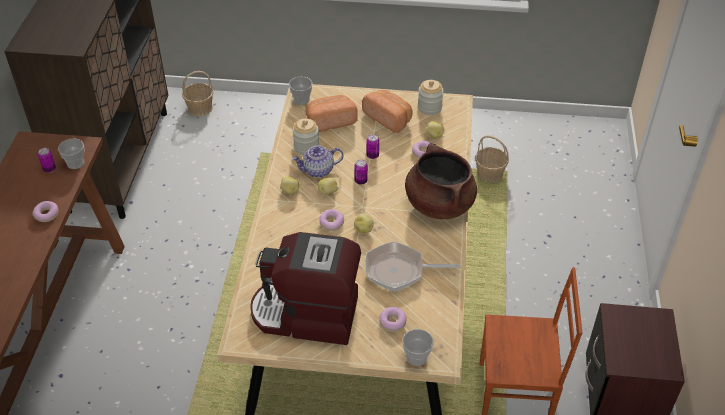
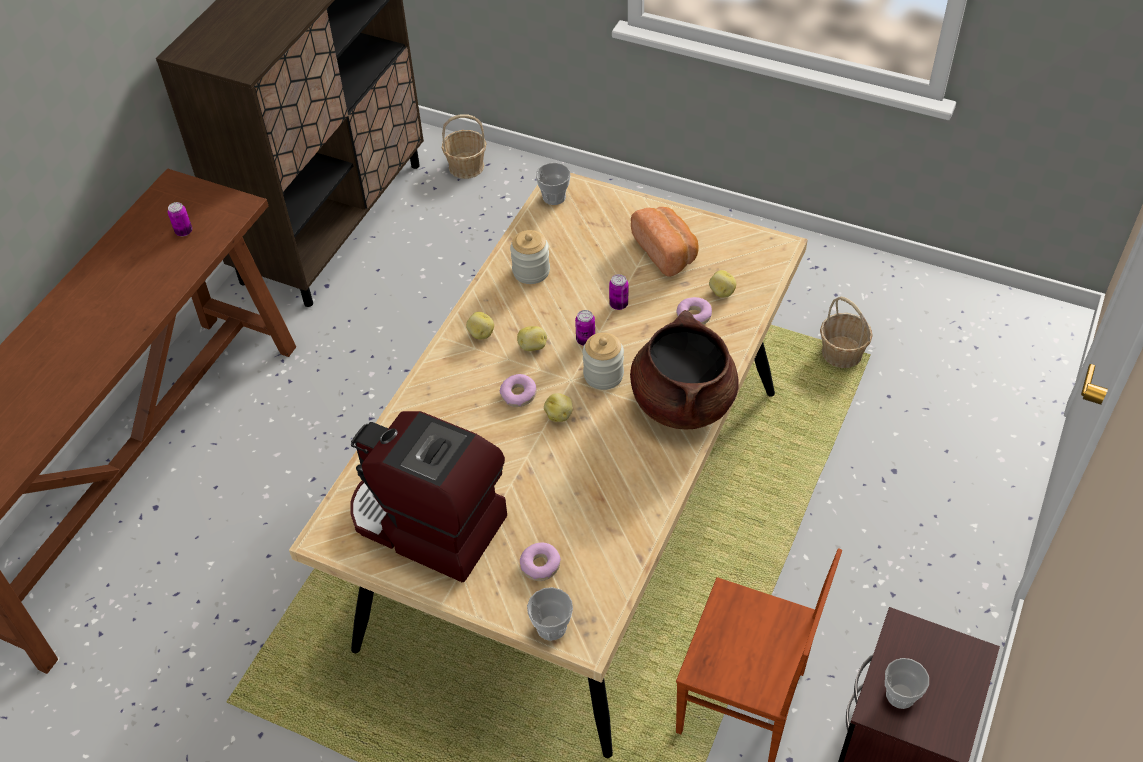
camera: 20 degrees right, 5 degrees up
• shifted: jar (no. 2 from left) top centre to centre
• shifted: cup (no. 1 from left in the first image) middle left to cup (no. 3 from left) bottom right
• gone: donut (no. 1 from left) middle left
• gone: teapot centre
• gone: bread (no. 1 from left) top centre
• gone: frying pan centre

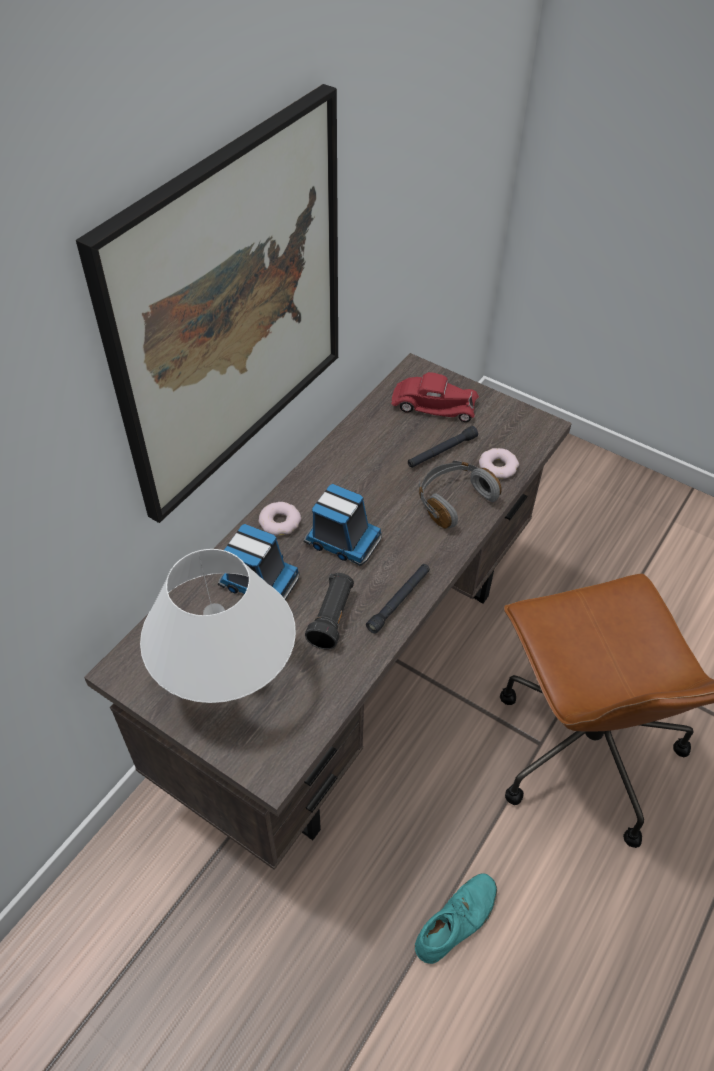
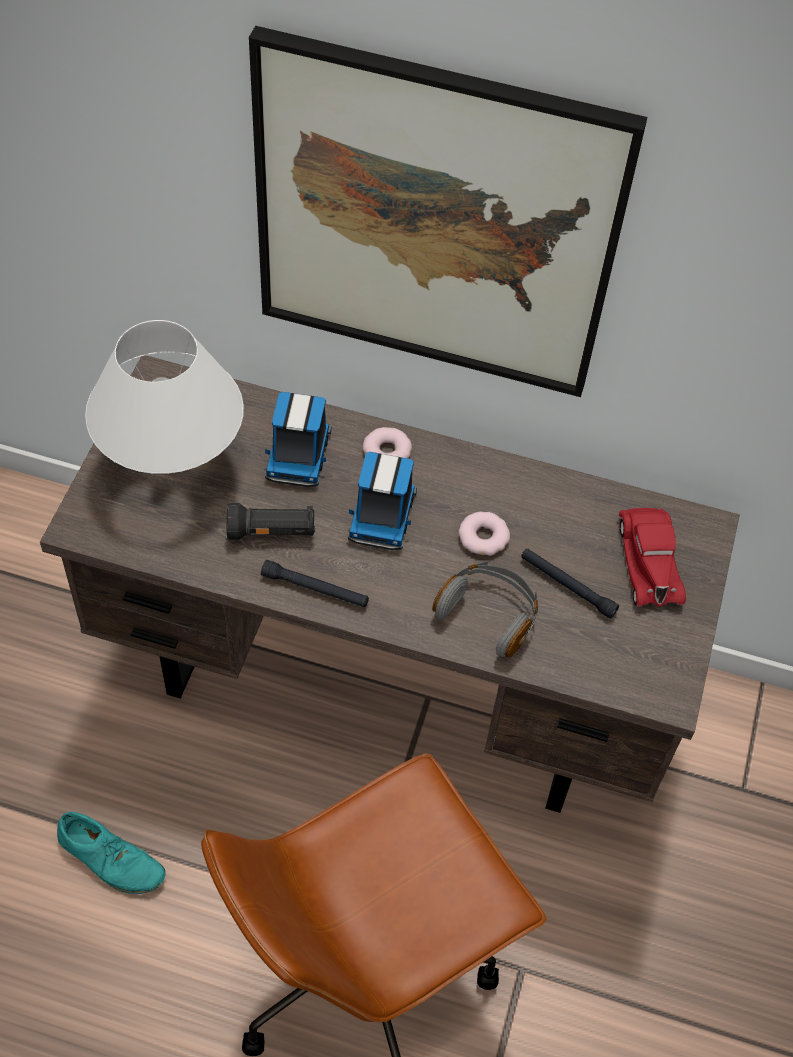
camera: 70 degrees right, 5 degrees up
• shifted: donut (no. 2 from left) middle right to centre

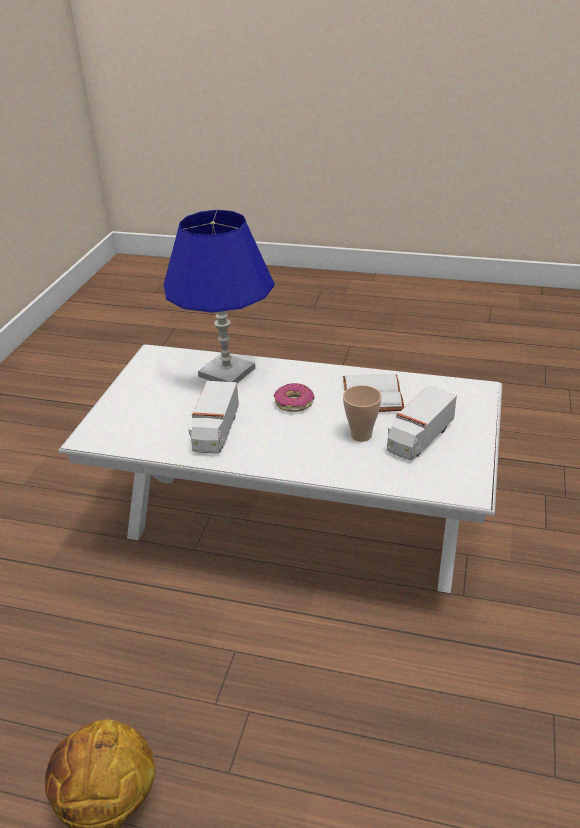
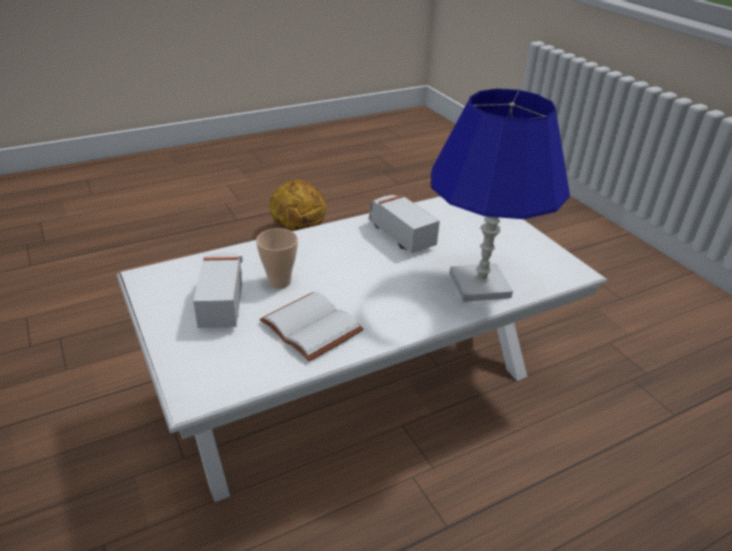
camera: 135 degrees right, 0 degrees up
• gone: donut centre

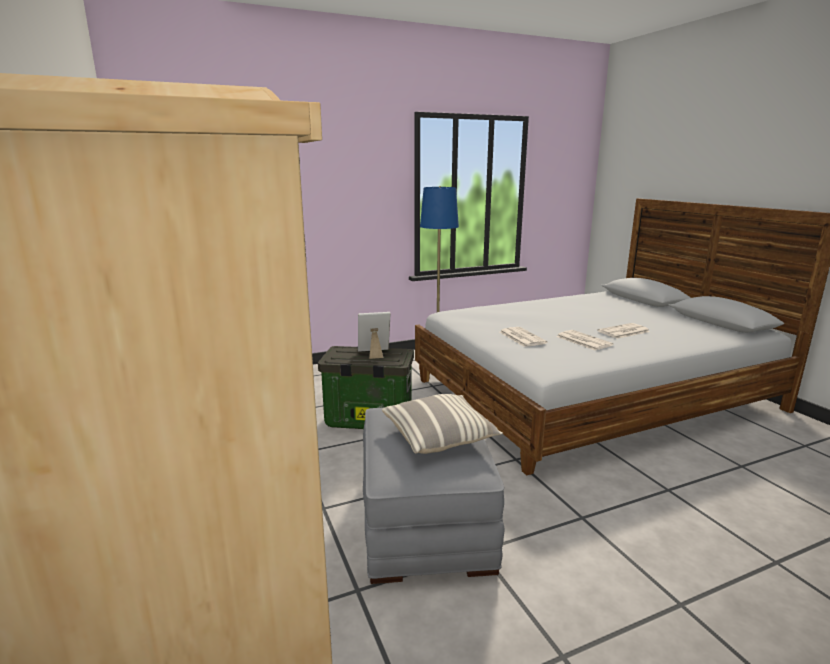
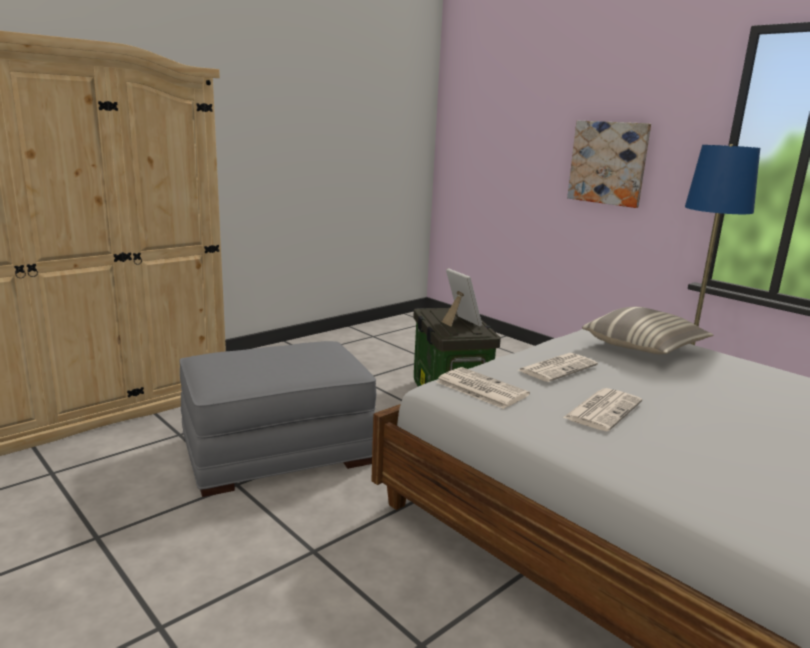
camera: 70 degrees right, 0 degrees up
• shifted: newspaper (no. 3 from left in the first image) middle right to newspaper (no. 1 from left) centre
• new: picture top right
• shifted: pillow centre to middle right

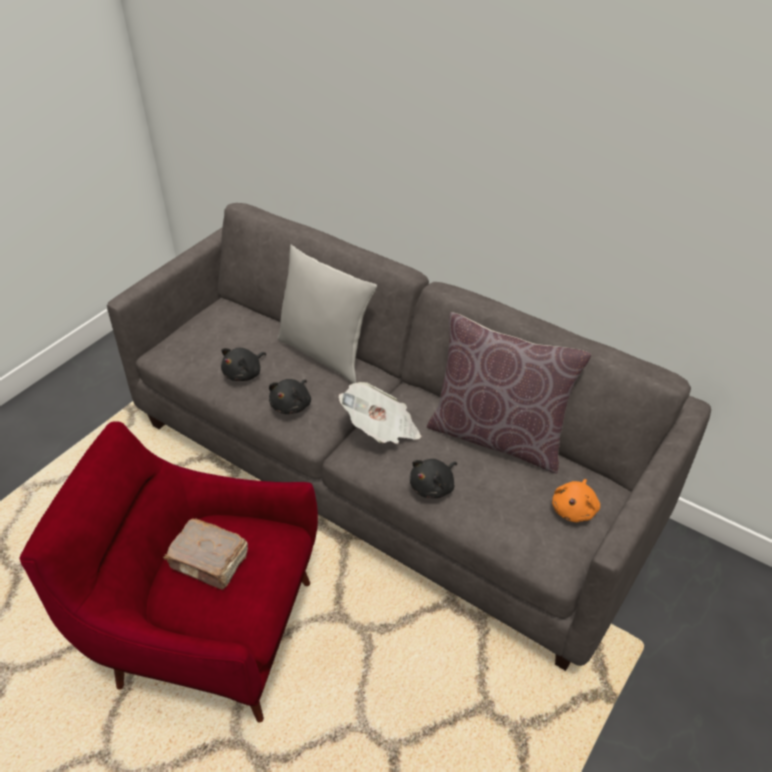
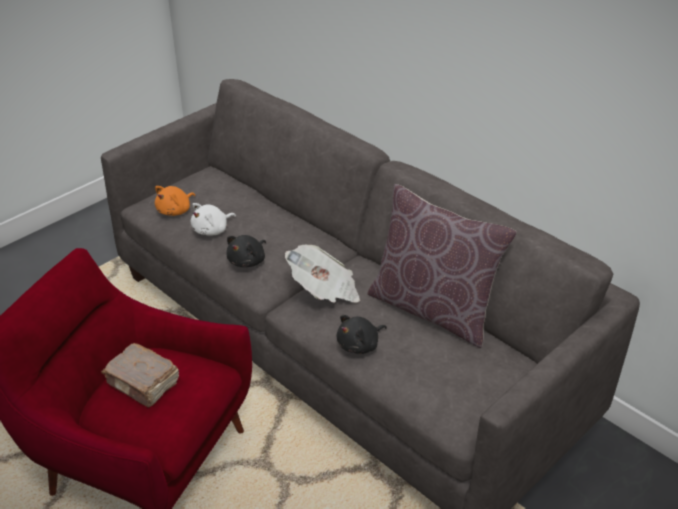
camera: 10 degrees right, 5 degrees down
• shifted: orange plush toy middle right to middle left
• repainted: black plush toy (no. 1 from left) middle left to white plush toy middle left
• gone: grey pillow centre

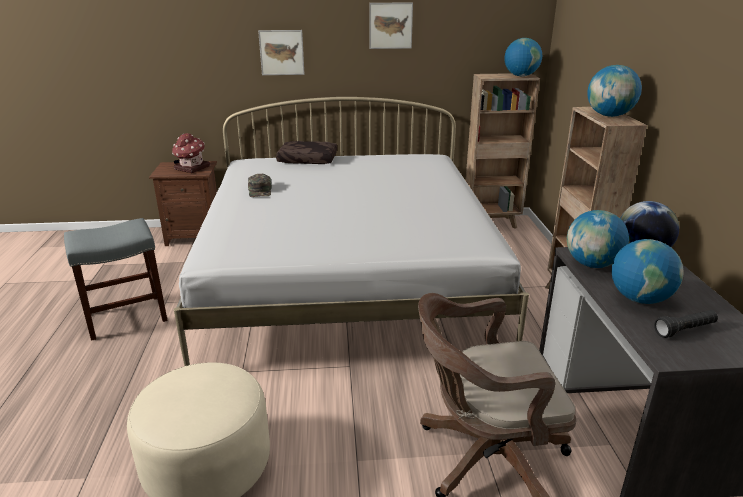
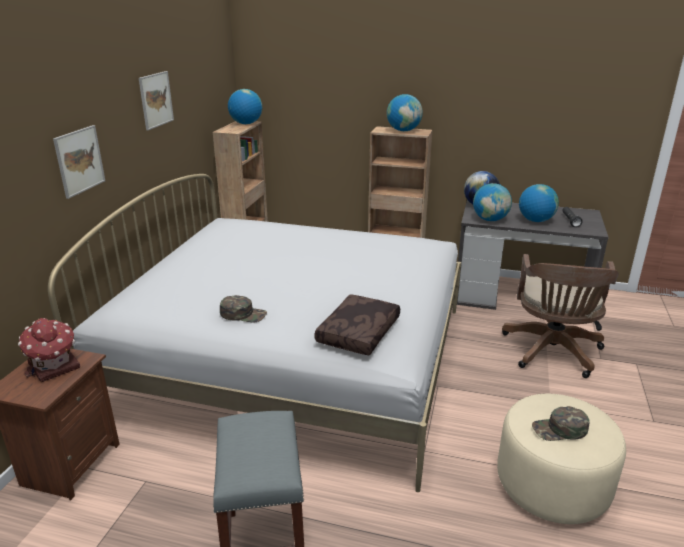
camera: 70 degrees left, 0 degrees up
• shifted: brown pillow top centre to centre
• new: green cap (no. 2 from left) bottom right

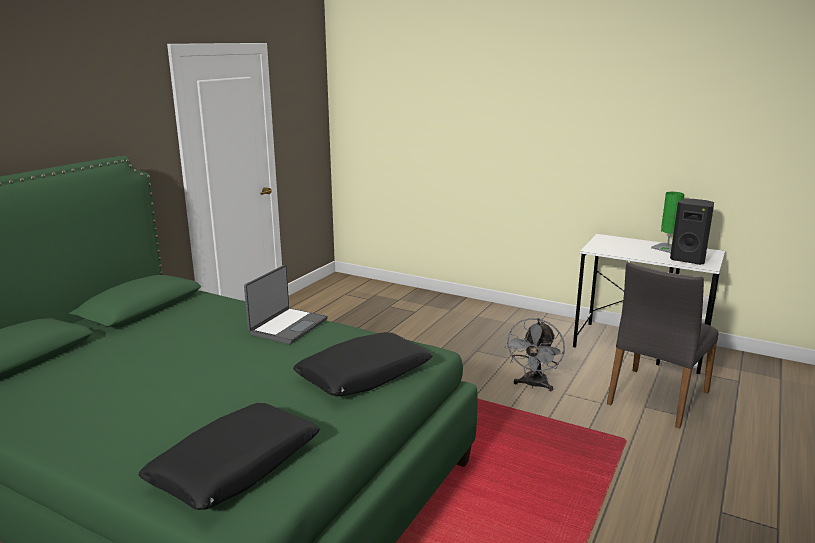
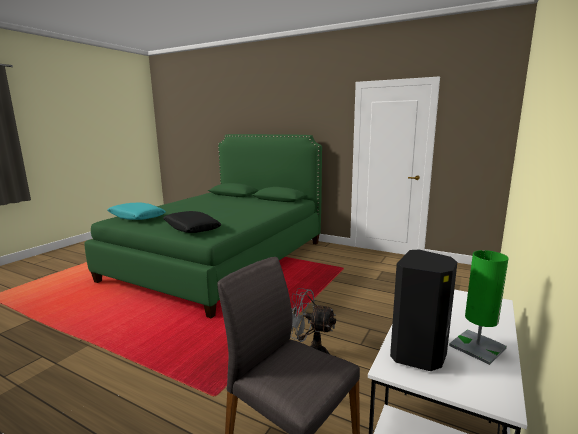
camera: 90 degrees right, 5 degrees down
• repainted: black pillow (no. 1 from left) bottom left to turquoise pillow middle left
• gone: laptop centre

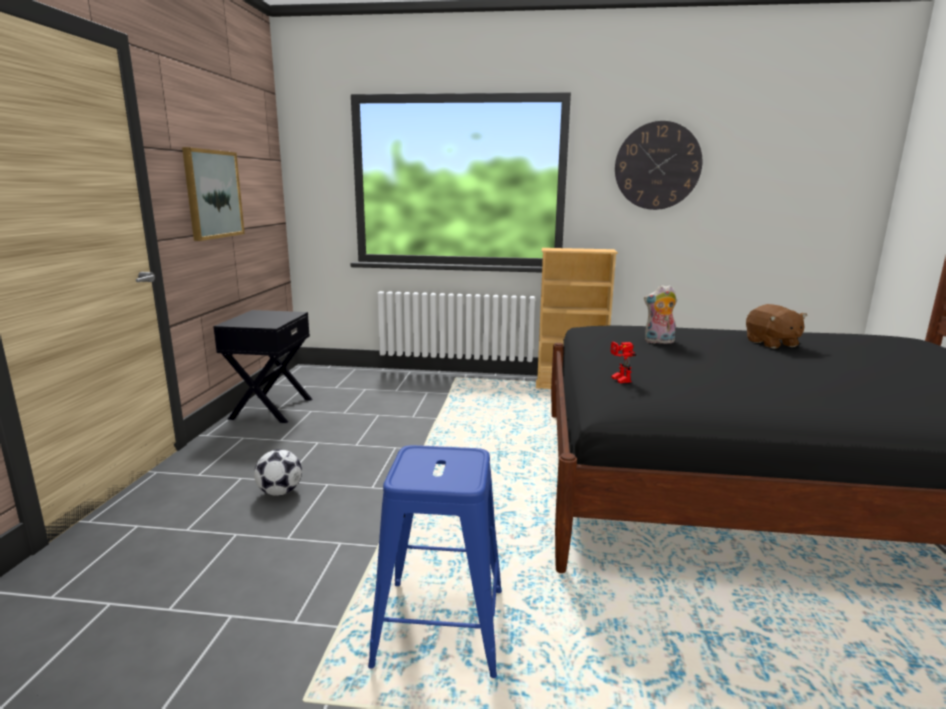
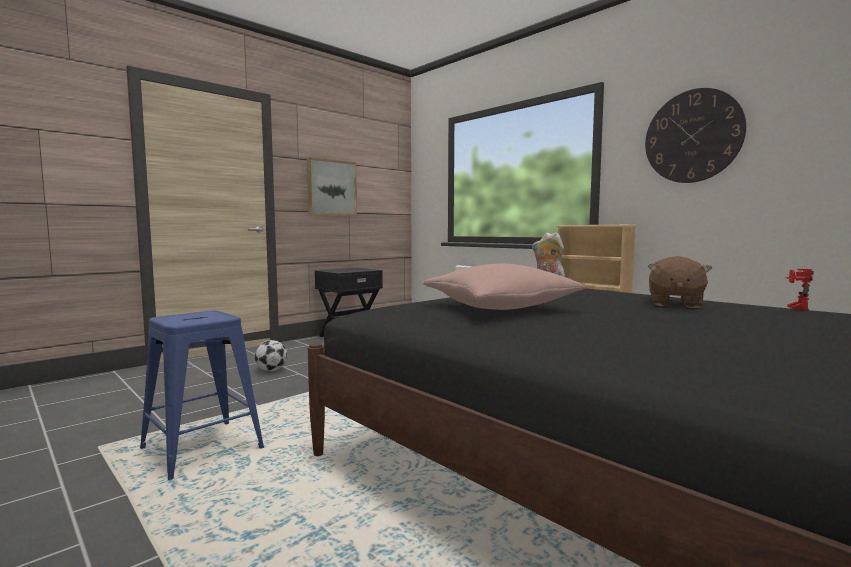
camera: 40 degrees right, 10 degrees down
• new: pink pillow centre
• shifted: toy robot centre to middle right

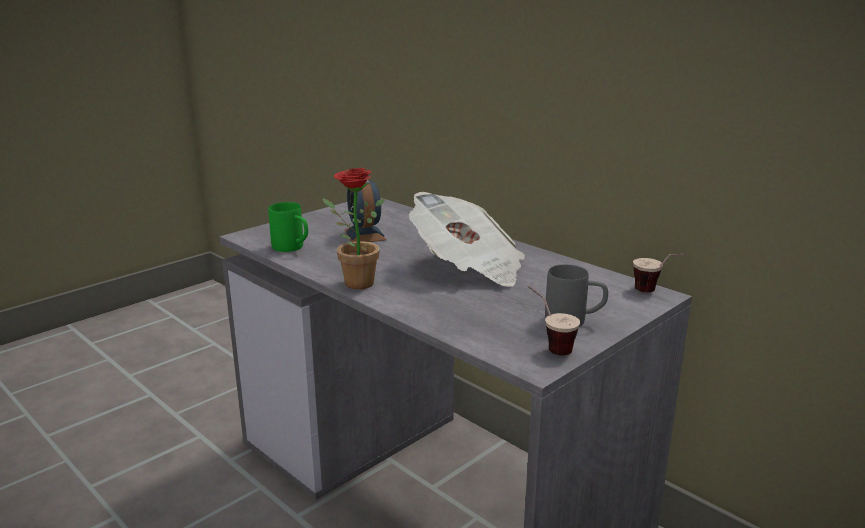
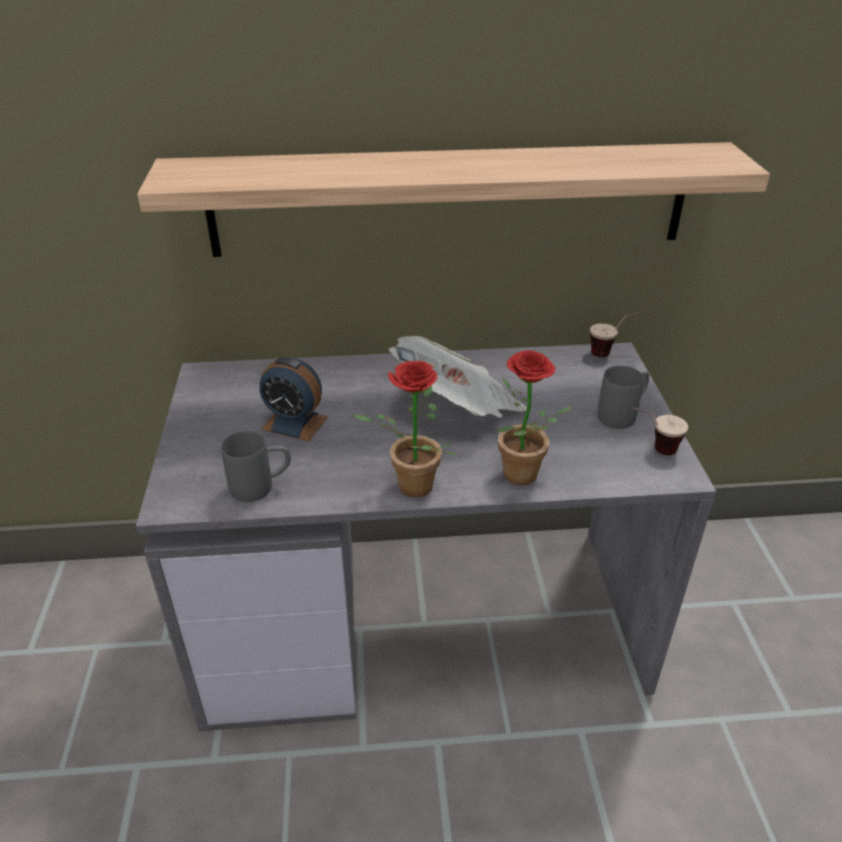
camera: 50 degrees left, 15 degrees up
• new: shelf top centre
• repainted: green mug middle left to grey mug (no. 1 from left) middle left
• new: potted plant (no. 2 from left) centre

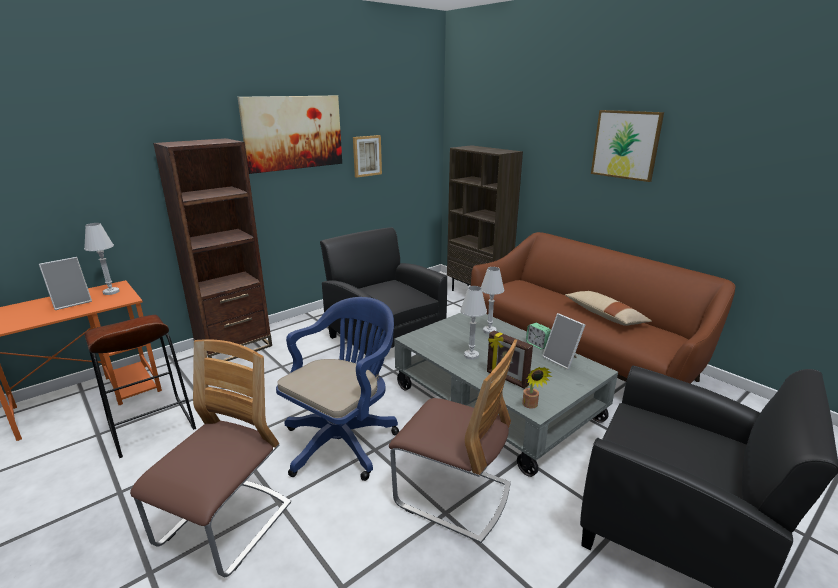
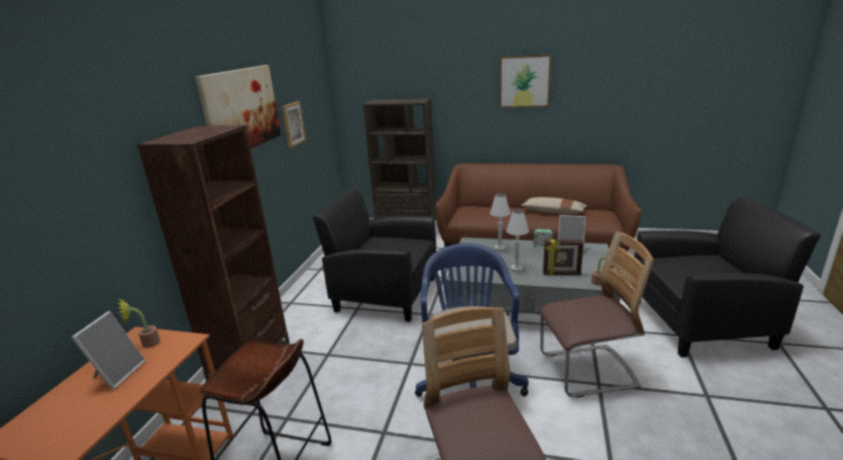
camera: 35 degrees left, 0 degrees up
• swapped: white table lamp (no. 1 from left) middle left to potted plant (no. 1 from left) bottom left

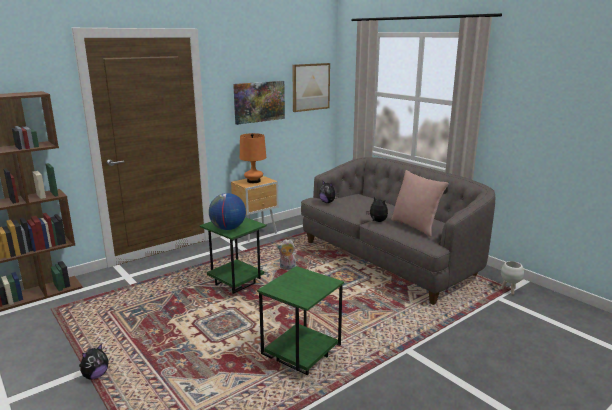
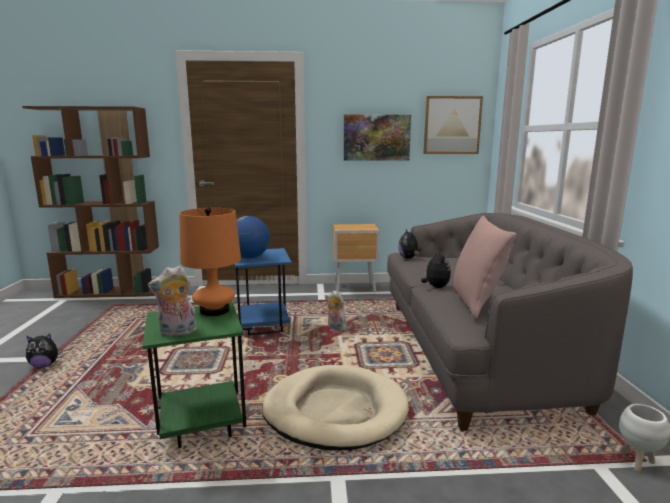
camera: 35 degrees right, 5 degrees down
• new: plush toy (no. 2 from left) middle left
• shifted: orange table lamp centre to middle left
• repainted: green side table (no. 1 from left) centre to blue side table centre
• new: beige dog bed bottom centre

